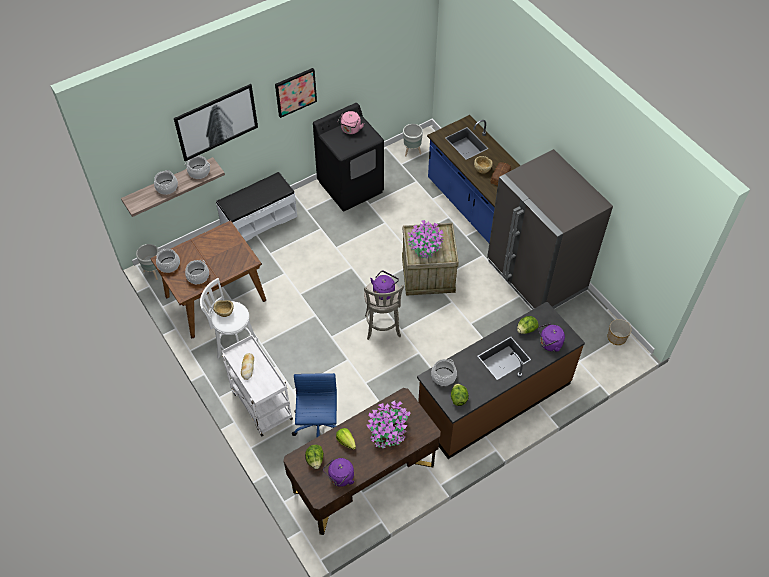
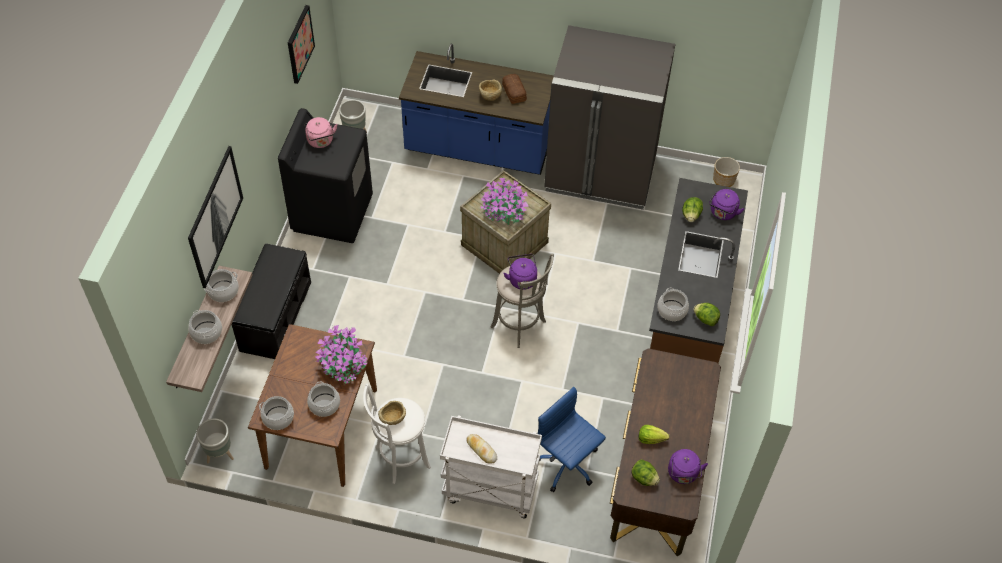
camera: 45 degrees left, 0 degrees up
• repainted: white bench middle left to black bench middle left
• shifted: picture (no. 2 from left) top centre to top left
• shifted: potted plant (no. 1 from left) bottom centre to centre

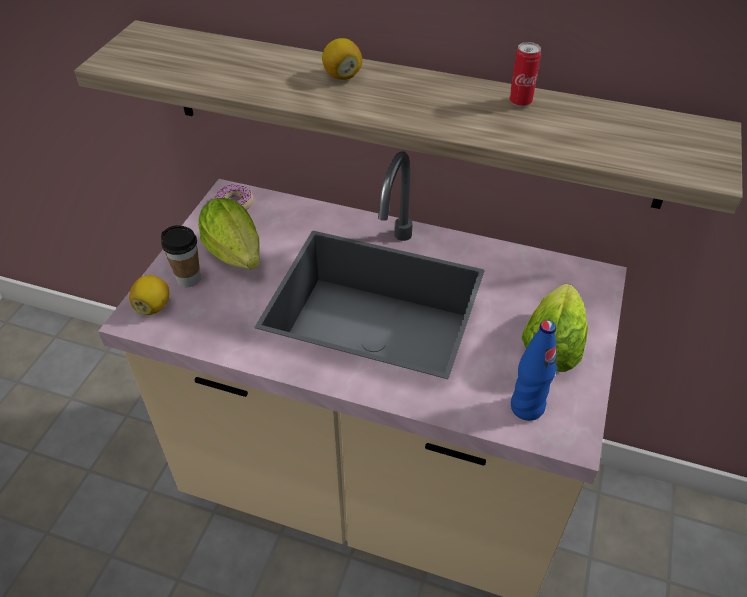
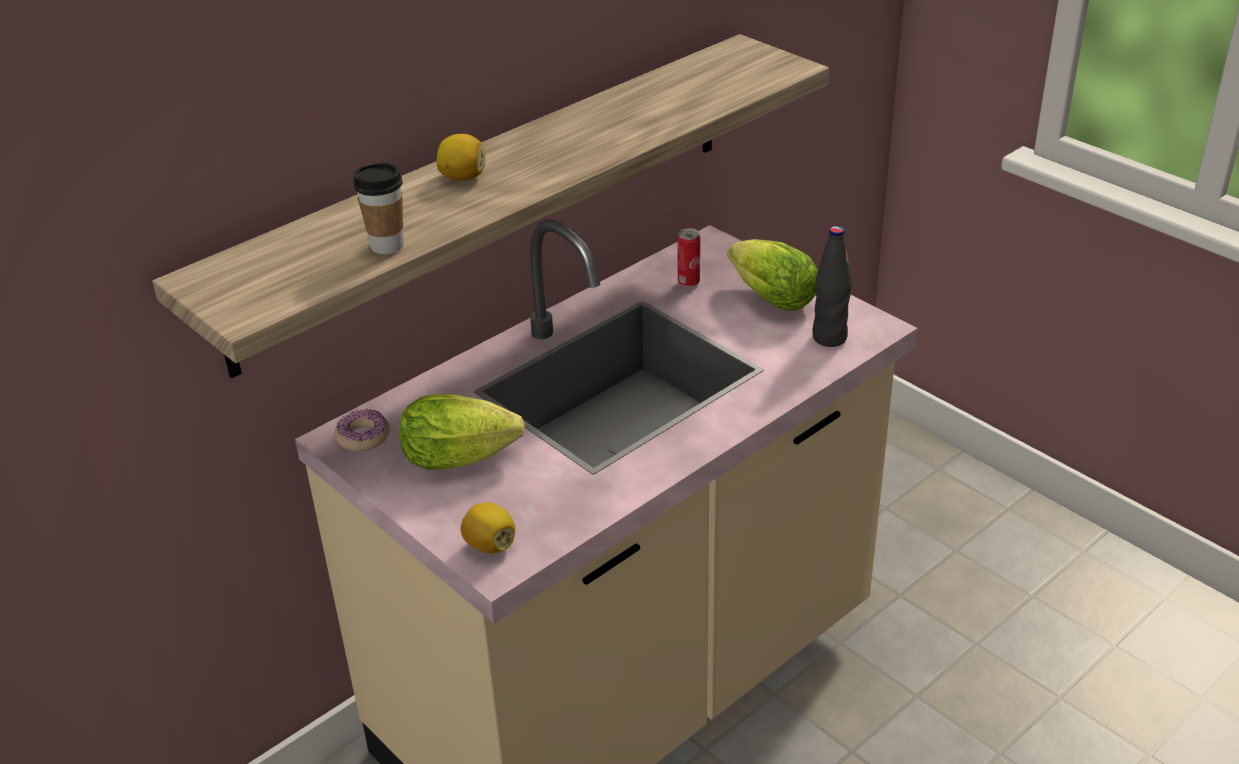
camera: 60 degrees left, 10 degrees down
• shifted: cup middle left to top left
• shifted: can top right to centre
• repainted: blue bottle middle right to black bottle middle right

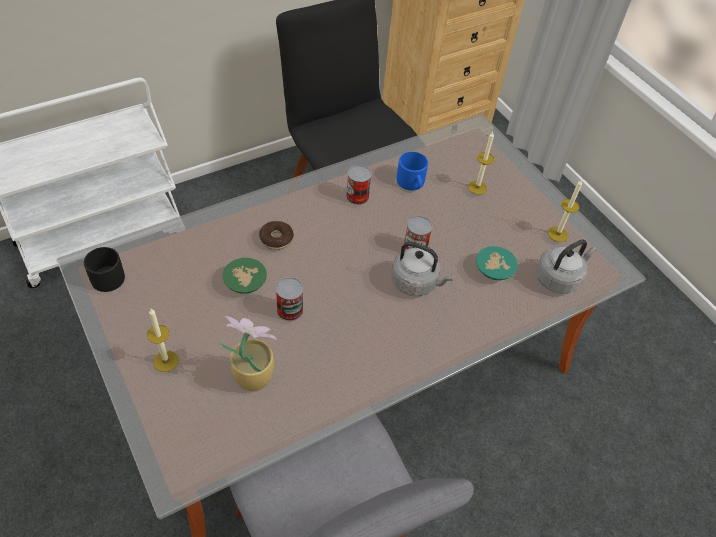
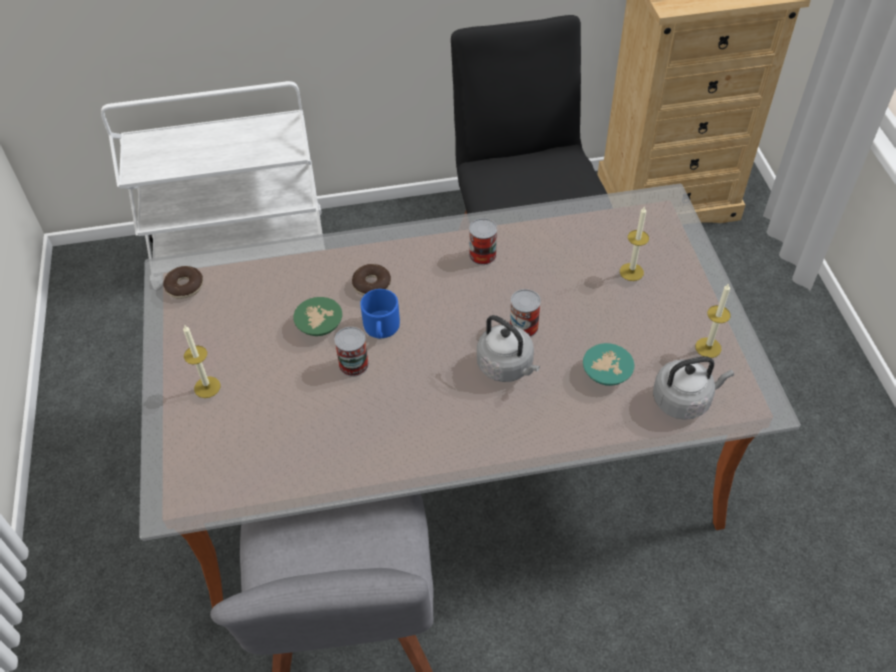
camera: 25 degrees right, 0 degrees up
• swapped: black mug middle left to donut (no. 1 from left) middle left
• shifted: blue mug top centre to centre
• gone: potted plant centre

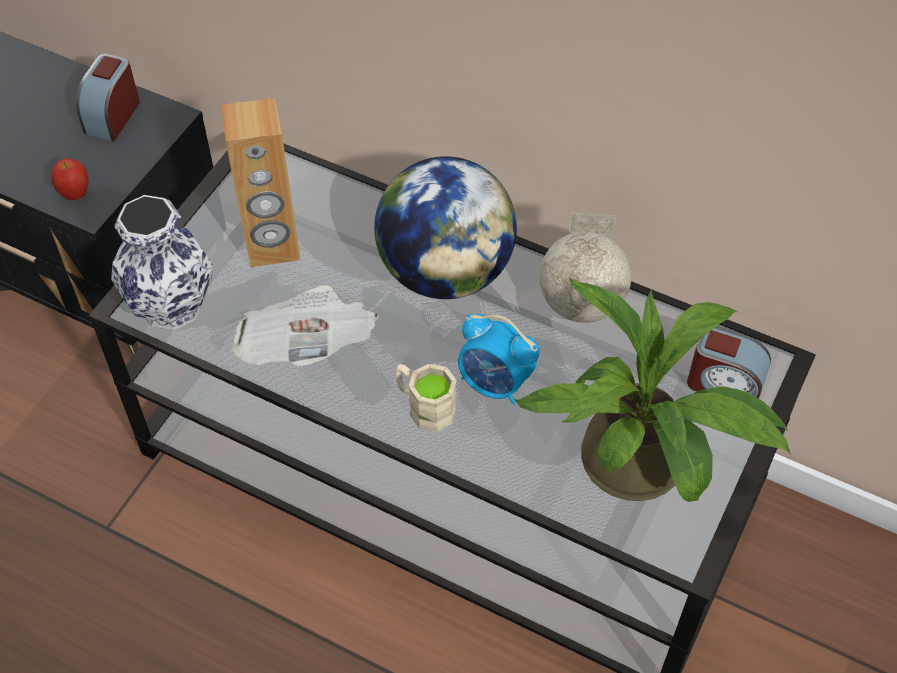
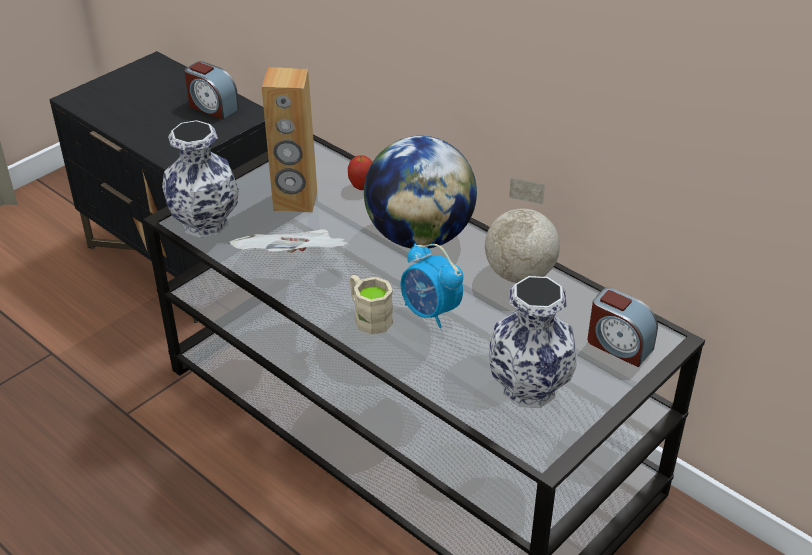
camera: 15 degrees right, 15 degrees down
• rotated: alarm clock (no. 1 from left) top left = top left 90 degrees counterclockwise
• shifted: apple top left to top centre
• swapped: potted plant middle right to vase (no. 2 from left) centre

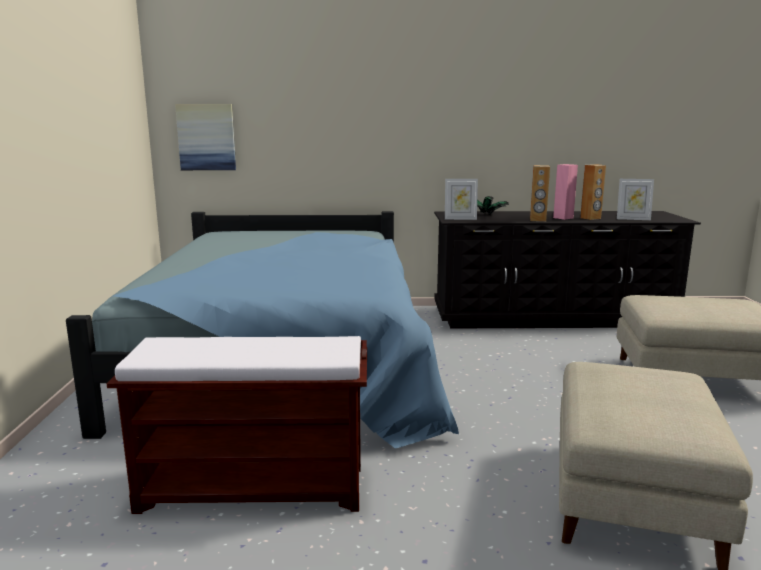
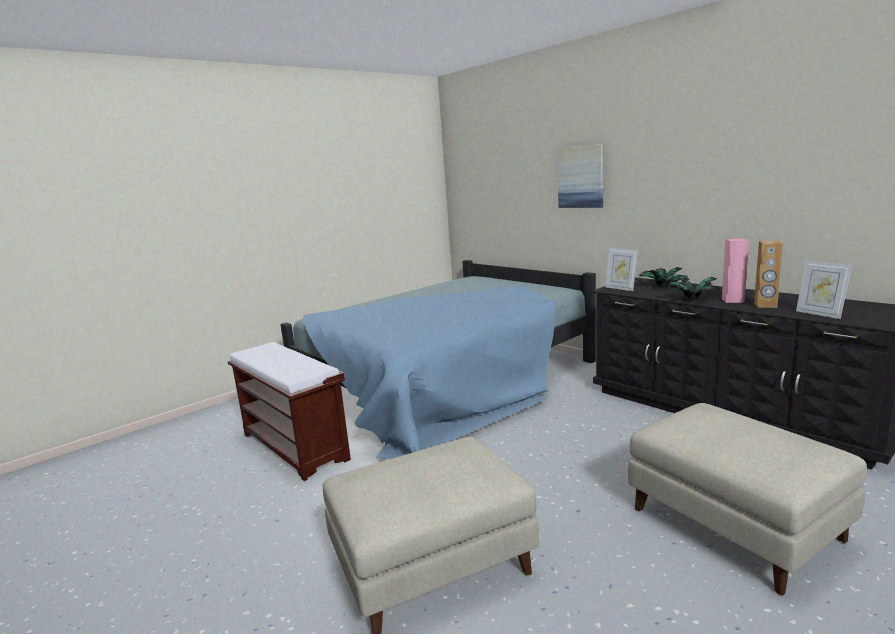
camera: 50 degrees right, 0 degrees up
• shifted: picture top left to top centre
• swapped: brown speaker (no. 1 from left) middle right to potted plant (no. 2 from left) middle right

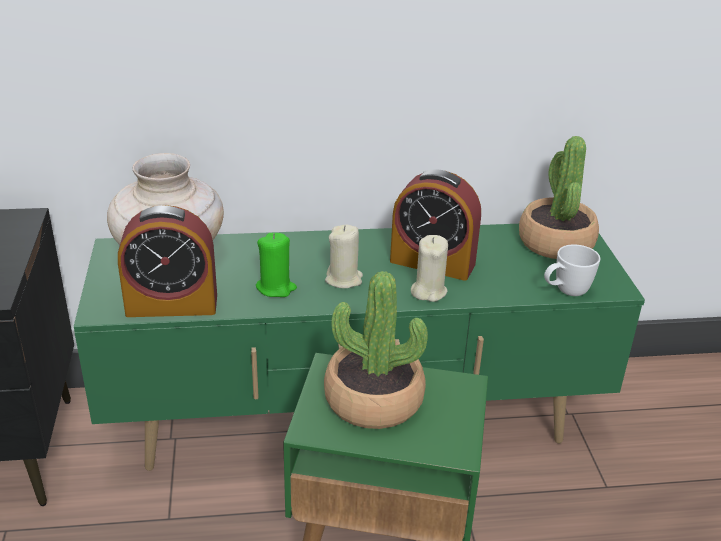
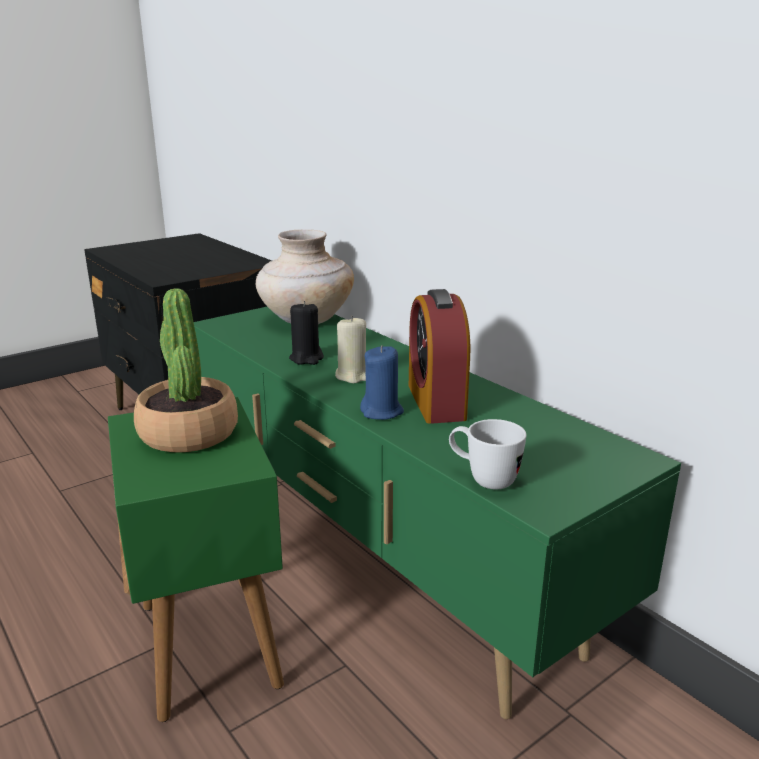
camera: 60 degrees right, 10 degrees down
• repainted: green candle centre to black candle centre
• repainted: beige candle (no. 2 from left) centre to blue candle centre
• gone: alarm clock (no. 1 from left) middle left
• gone: potted plant (no. 2 from left) middle right

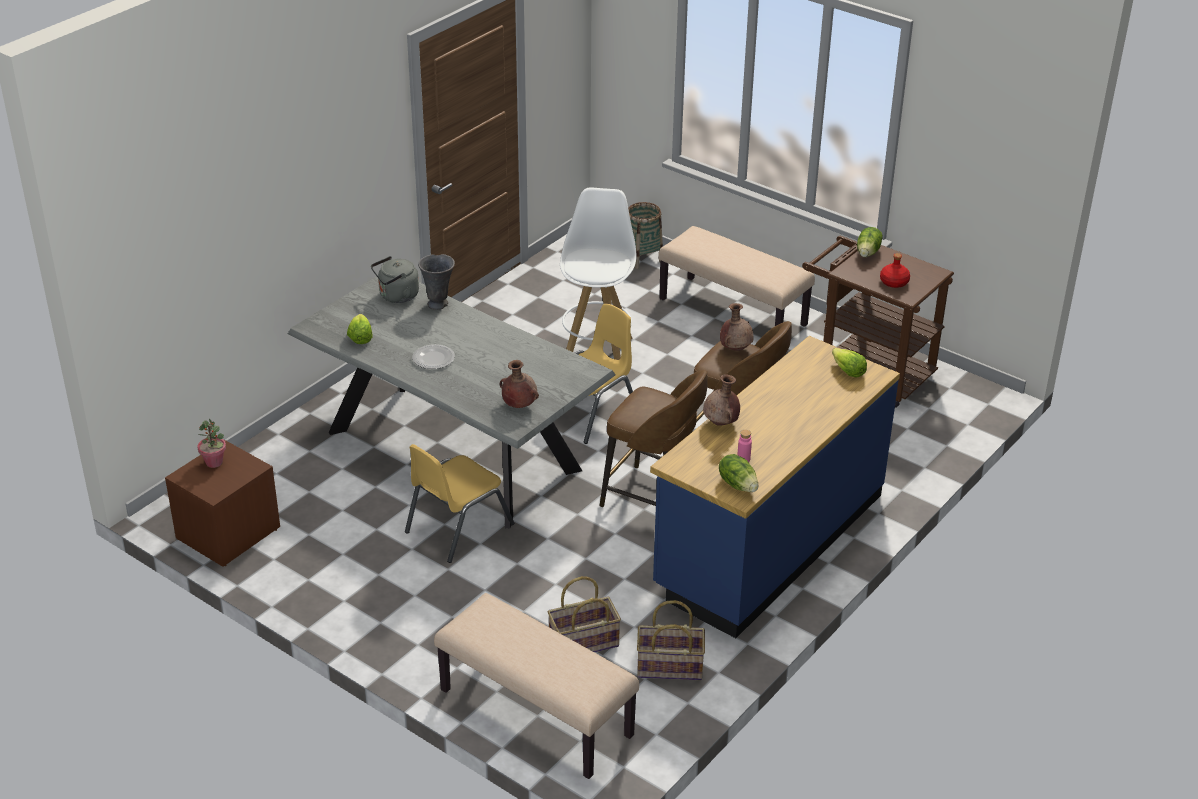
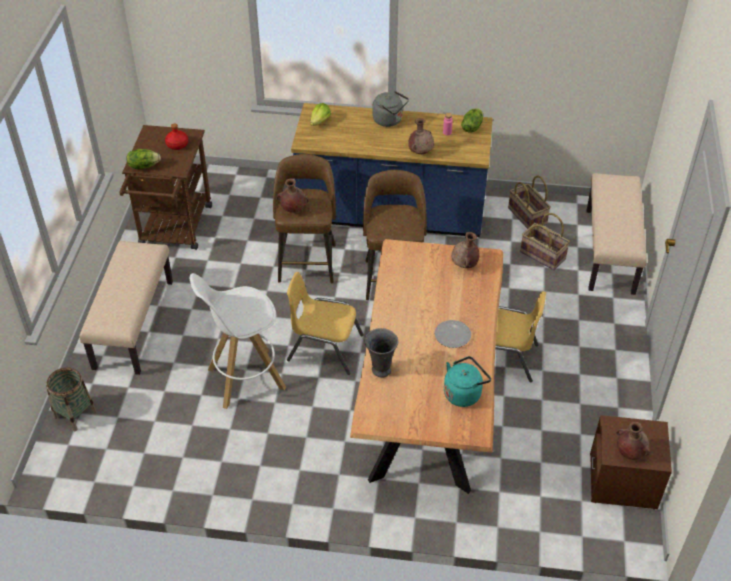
camera: 120 degrees left, 10 degrees up
• repainted: grey dining table centre to brown dining table centre
• shifted: grey kettle middle left to top centre
• swapped: lettuce (no. 1 from left) middle left to turquoise kettle centre
• swapped: potted plant middle left to brown vase (no. 4 from left) bottom right

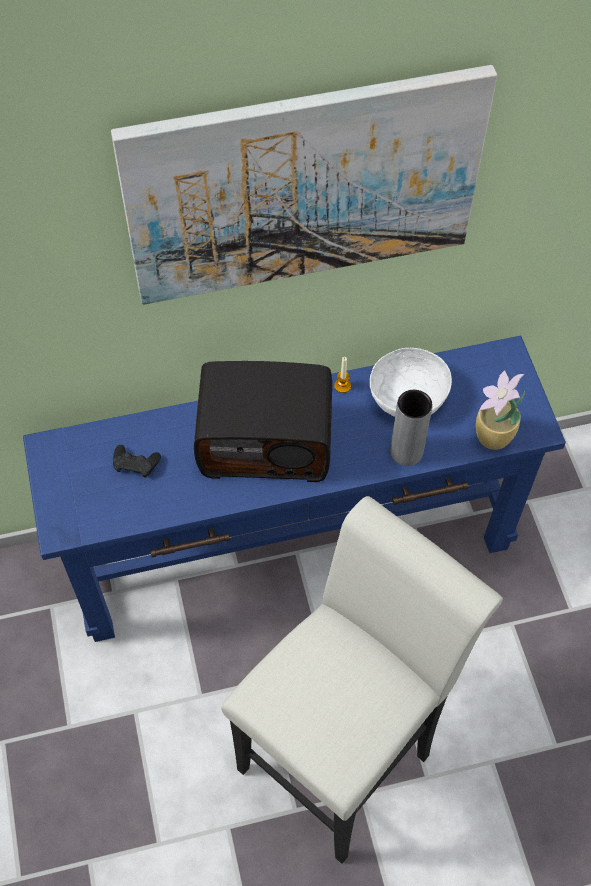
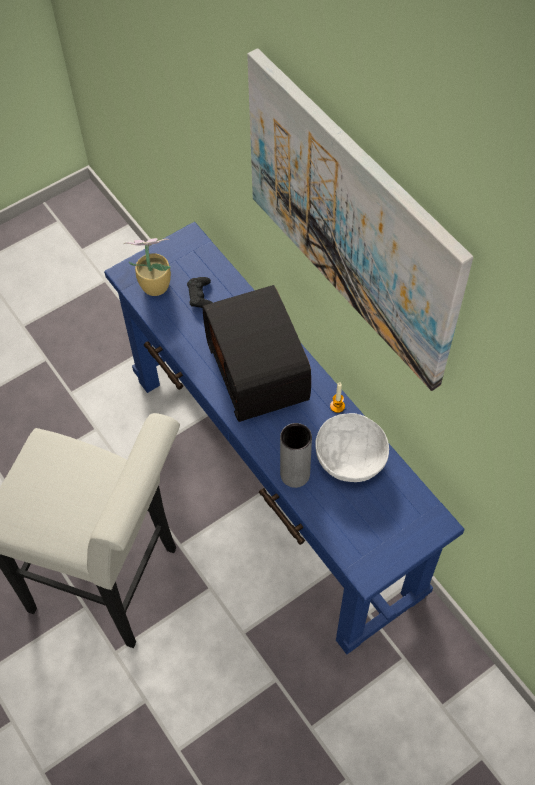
camera: 70 degrees right, 0 degrees up
• shifted: potted plant middle right to middle left

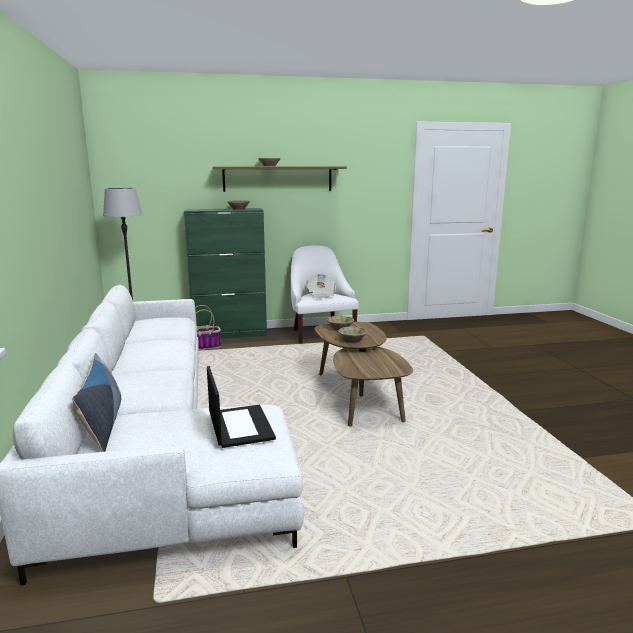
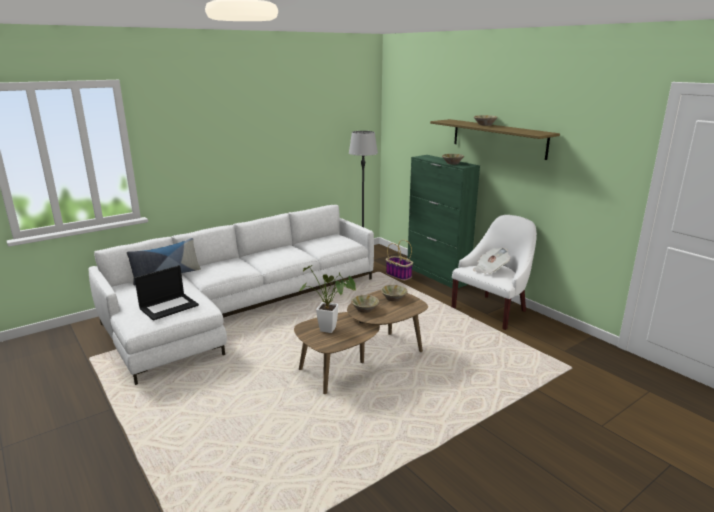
camera: 65 degrees right, 5 degrees up
• new: potted plant centre

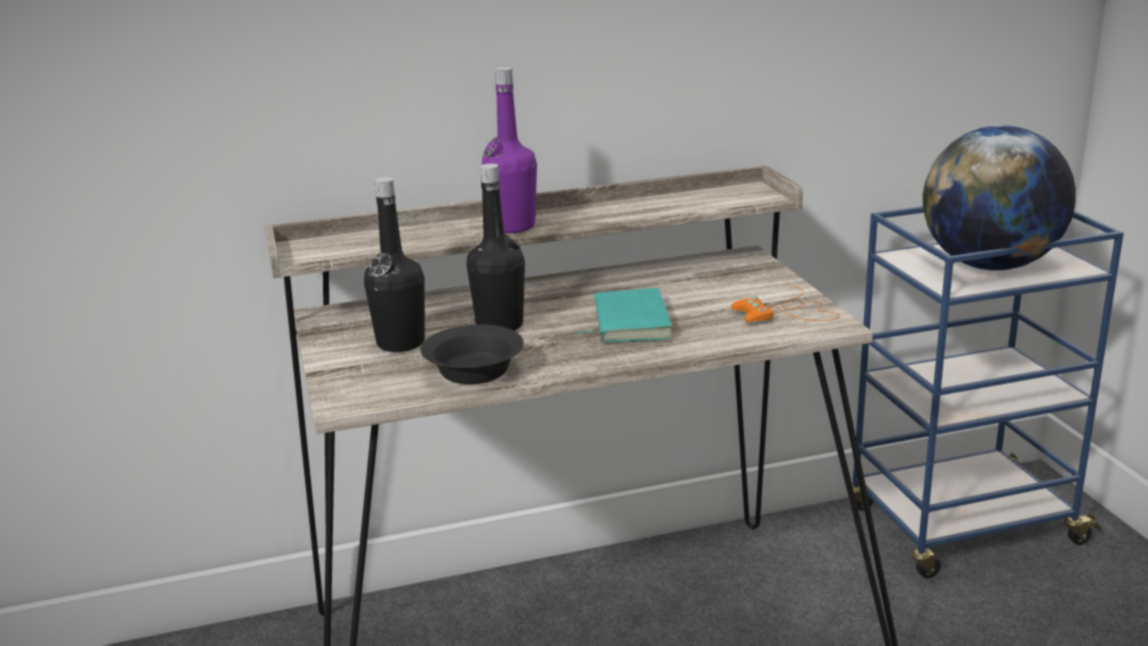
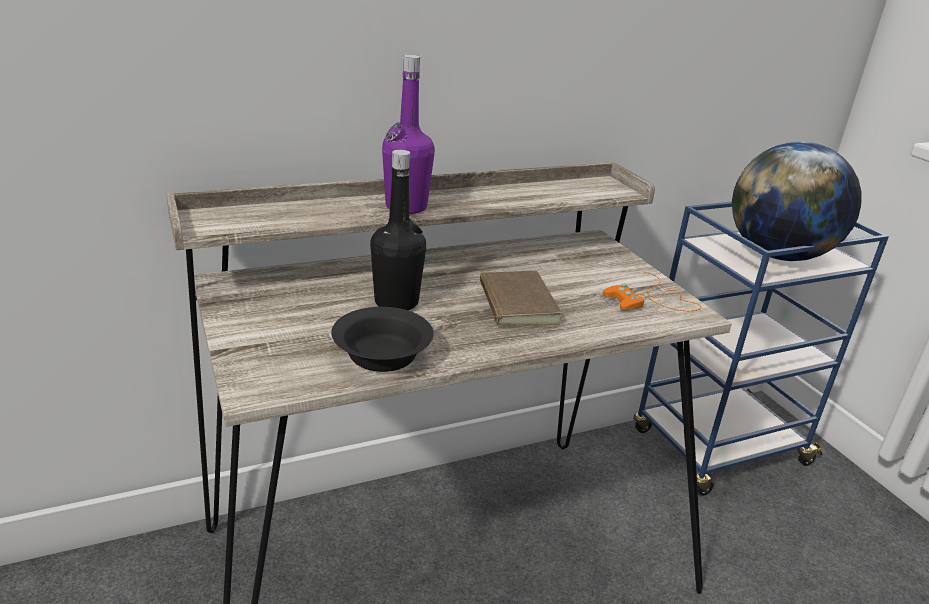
camera: 10 degrees left, 5 degrees up
• repainted: turquoise book centre to brown book centre
• gone: black bottle (no. 1 from left) centre

